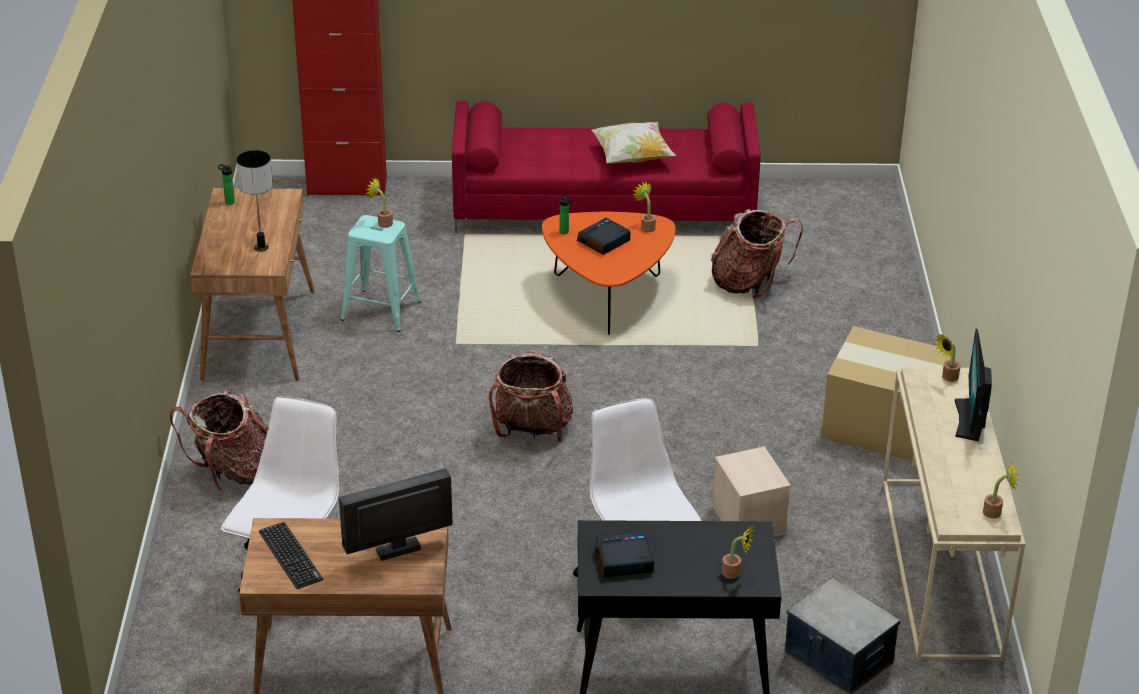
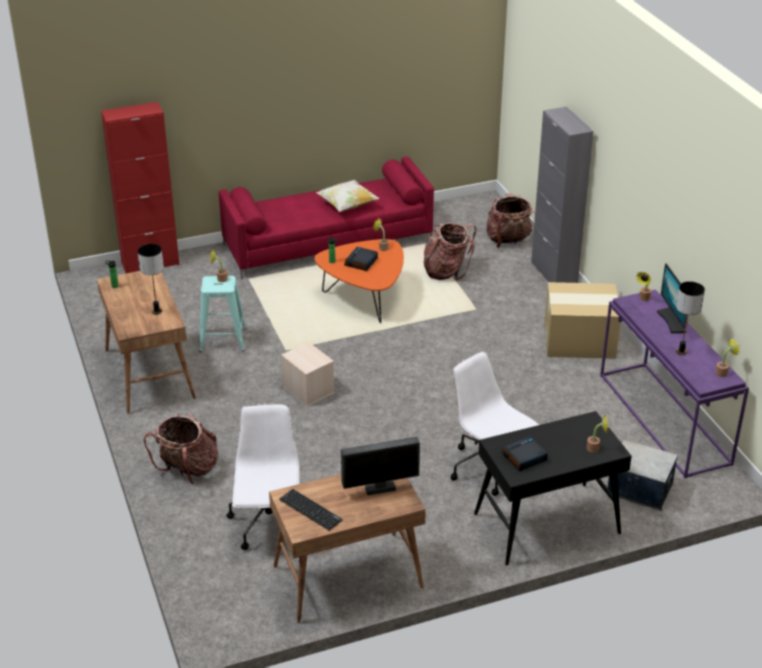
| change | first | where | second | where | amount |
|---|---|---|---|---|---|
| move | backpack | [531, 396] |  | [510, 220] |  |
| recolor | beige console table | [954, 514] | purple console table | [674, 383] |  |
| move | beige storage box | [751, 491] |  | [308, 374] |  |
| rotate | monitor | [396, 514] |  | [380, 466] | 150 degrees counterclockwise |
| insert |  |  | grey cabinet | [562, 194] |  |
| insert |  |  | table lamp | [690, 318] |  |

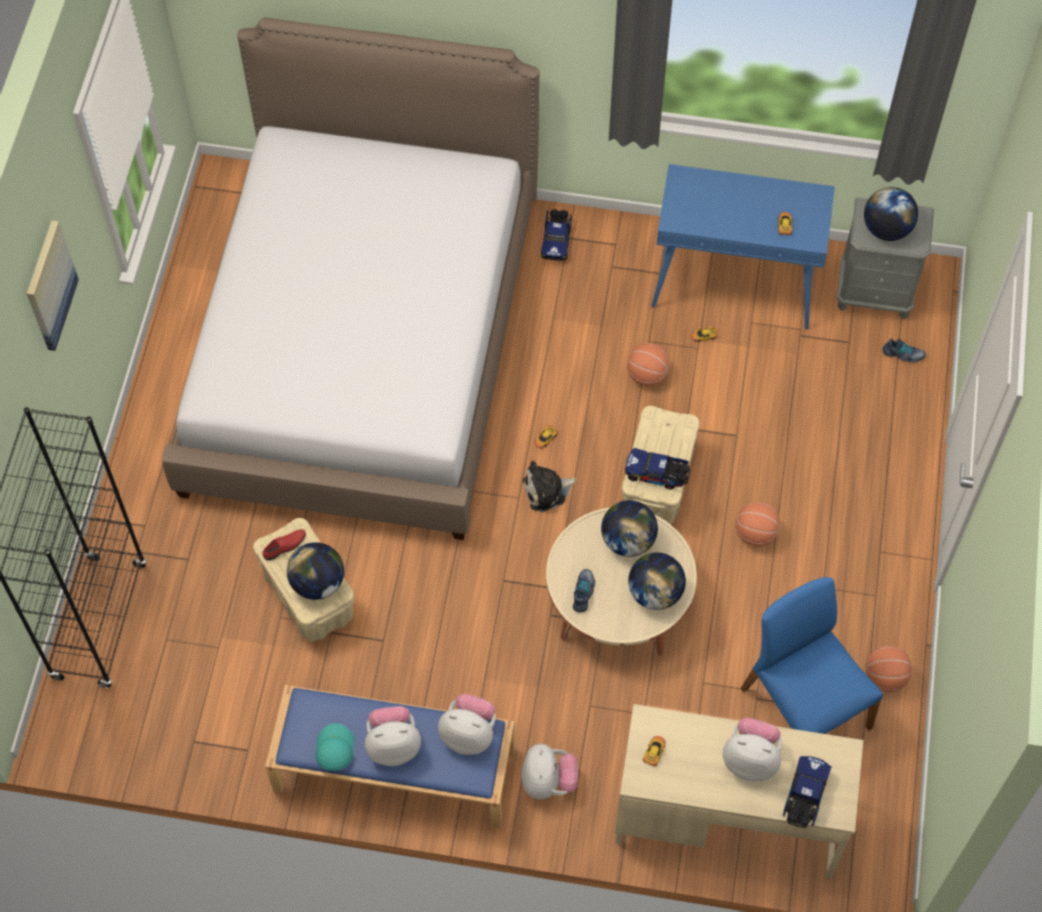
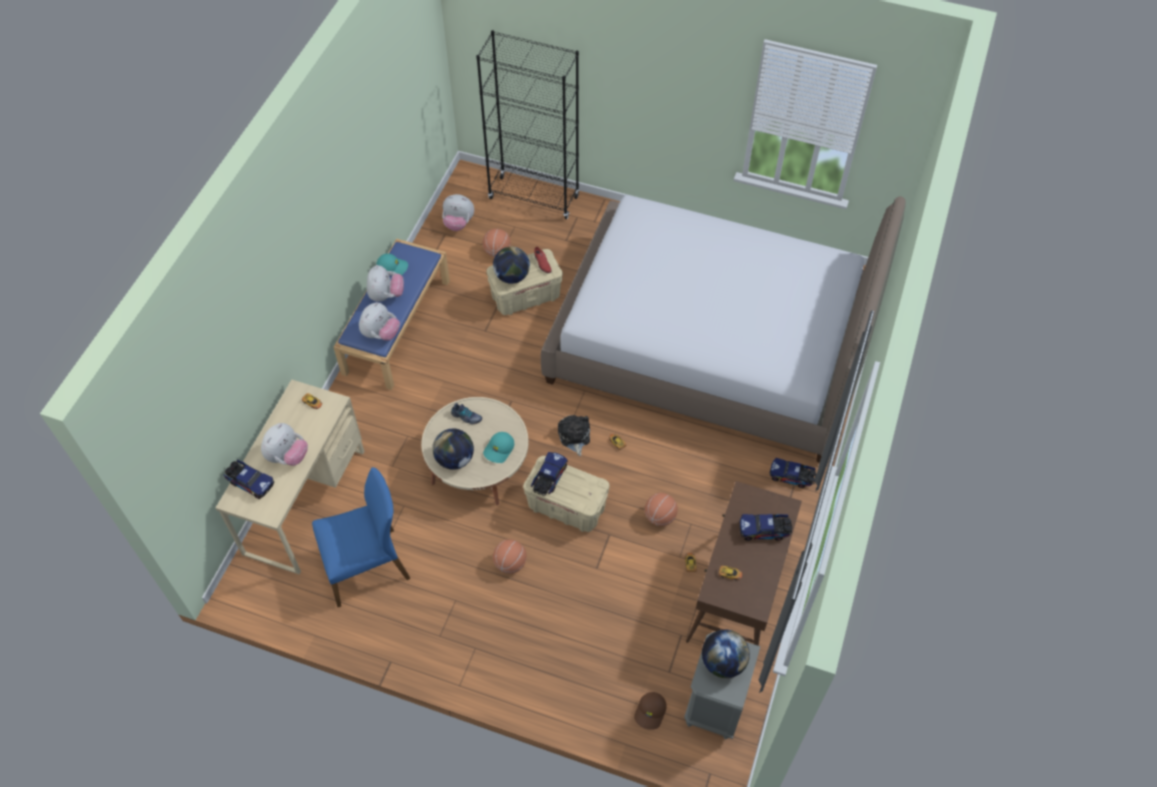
| change | first | where | second | where | amount |
|---|---|---|---|---|---|
| recolor | blue console table | [743, 246] | brown console table | [744, 573] |  |
| delete | picture | [52, 285] |  |  |  |
| replace | shoe | [904, 350] | brown cap | [650, 711] |  |
| replace | globe | [629, 528] | turquoise cap | [498, 447] |  |
| move | basketball | [888, 669] |  | [497, 243] |  |
| move | plush toy | [549, 771] |  | [458, 212] |  |
| insert |  |  | toy truck | [766, 527] |  |

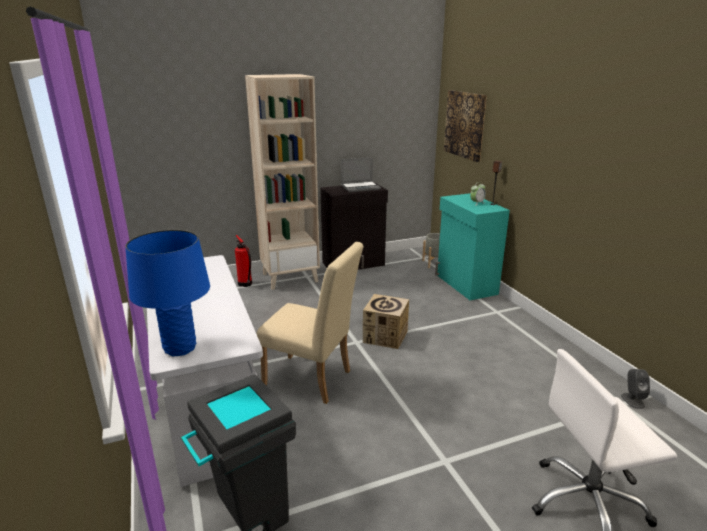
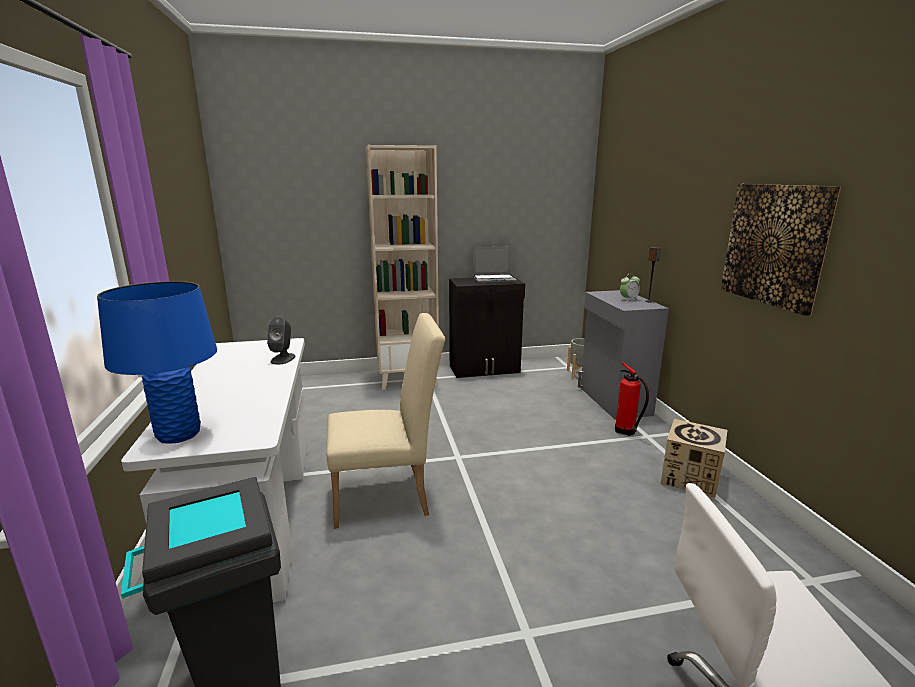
| change | first | where | second | where | amount |
|---|---|---|---|---|---|
| move | picture | [465, 126] |  | [781, 250] |  |
| recolor | turquoise cabinet | [472, 246] | grey cabinet | [623, 355] |  |
| move | fire extinguisher | [243, 261] |  | [632, 399] |  |
| rotate | beige chair | [310, 323] |  | [385, 421] | 45 degrees counterclockwise |
| move | cardboard box | [386, 321] |  | [694, 458] |  |
| move | grey speaker | [635, 389] |  | [281, 340] |  |

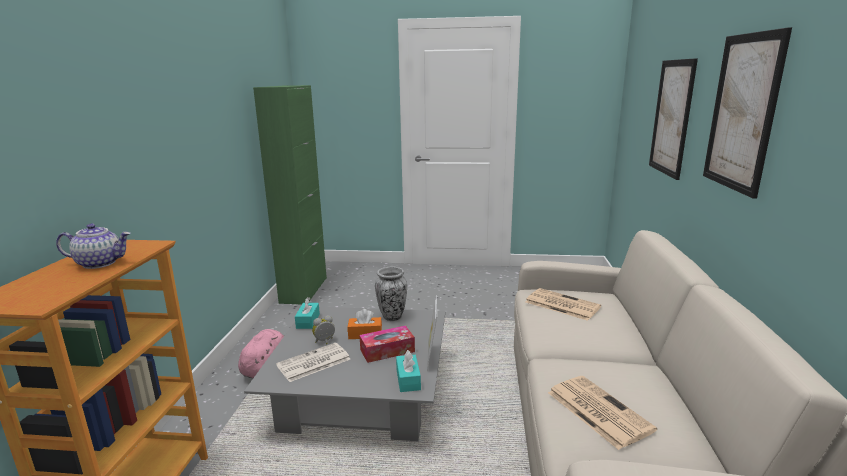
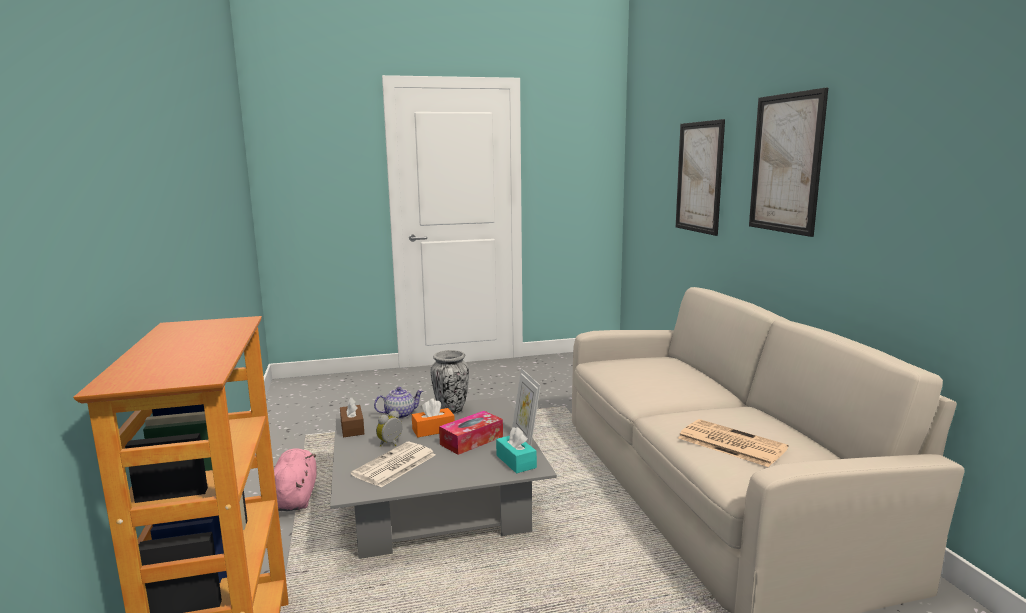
| change | first | where | second | where | amount |
|---|---|---|---|---|---|
| delete | green cabinet | [290, 194] |  |  |  |
| move | teapot | [93, 246] |  | [398, 403] |  |
| delete | newspaper | [563, 304] |  |  |  |
| recolor | turquoise tissue box | [307, 313] | brown tissue box | [352, 417] |  |

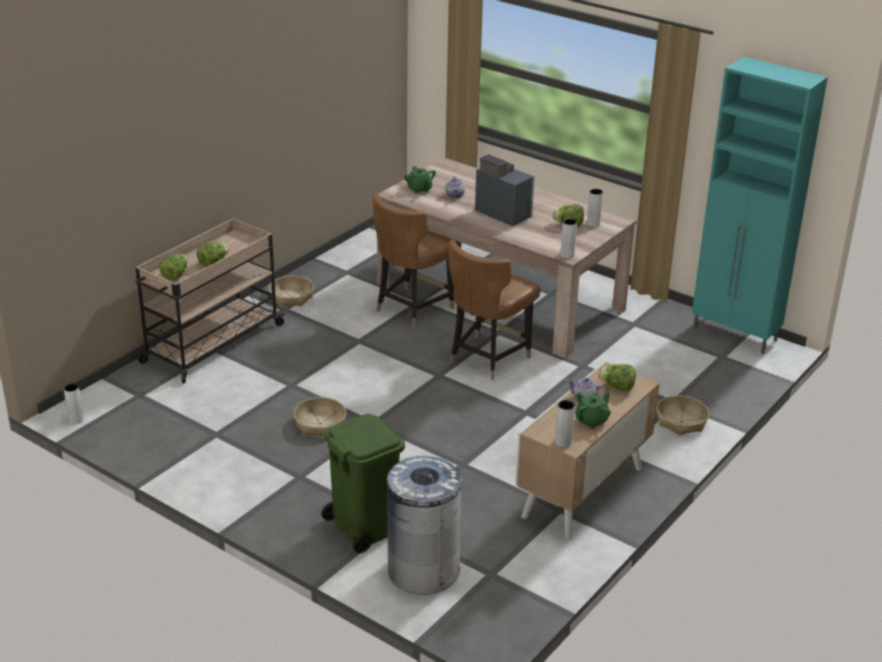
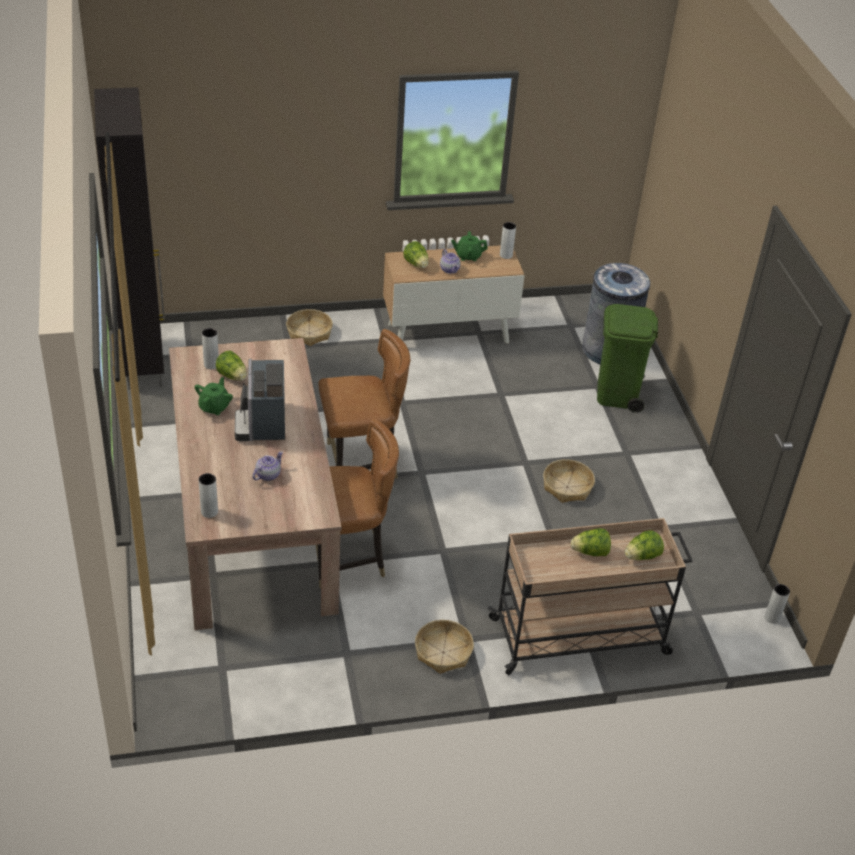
| change | first | where | second | where | amount |
|---|---|---|---|---|---|
| recolor | turquoise cabinet | [760, 205] | black cabinet | [129, 238] |  |
| move | green teapot | [420, 180] |  | [214, 396] |  |
| move | grey vase | [569, 238] |  | [208, 495] |  |

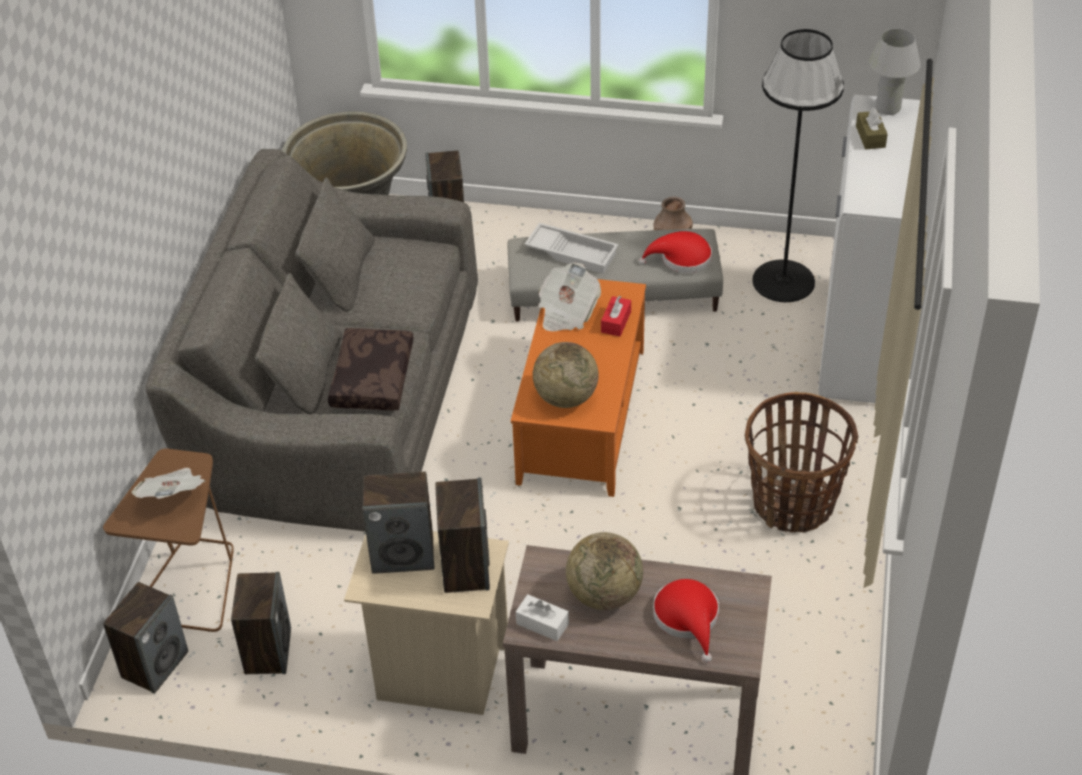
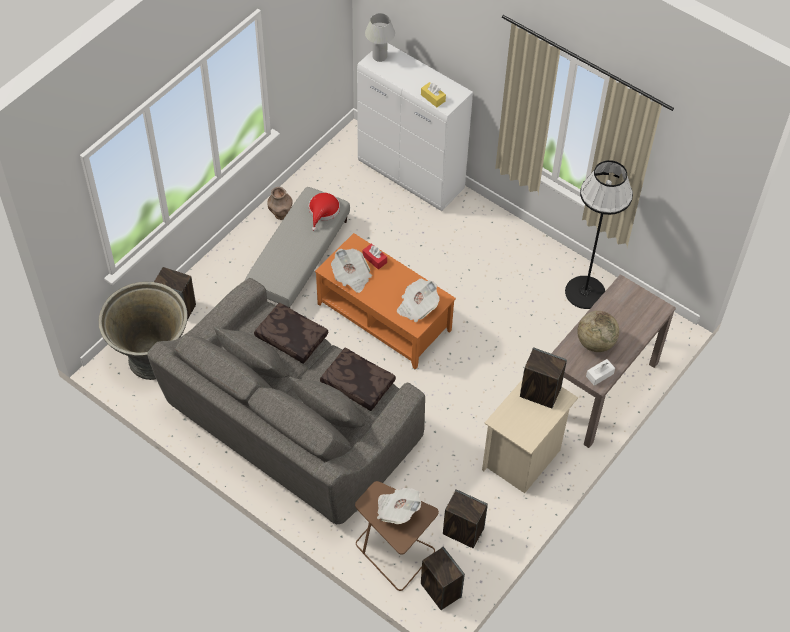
| change | first | where | second | where | amount |
|---|---|---|---|---|---|
| move | black floor lamp | [798, 165] |  | [599, 234] |  |
| delete | brown tissue box | [872, 128] |  |  |  |
| delete | white tray | [571, 248] |  |  |  |
| replace | globe | [566, 375] | newspaper | [418, 300] |  |
| delete | basket | [801, 462] |  |  |  |
| delete | speaker | [398, 523] |  |  |  |
| delete | red hat | [686, 621] |  |  |  |
| insert |  |  | yellow tissue box | [433, 94] |  |
| insert |  |  | brown pillow | [291, 333] |  |

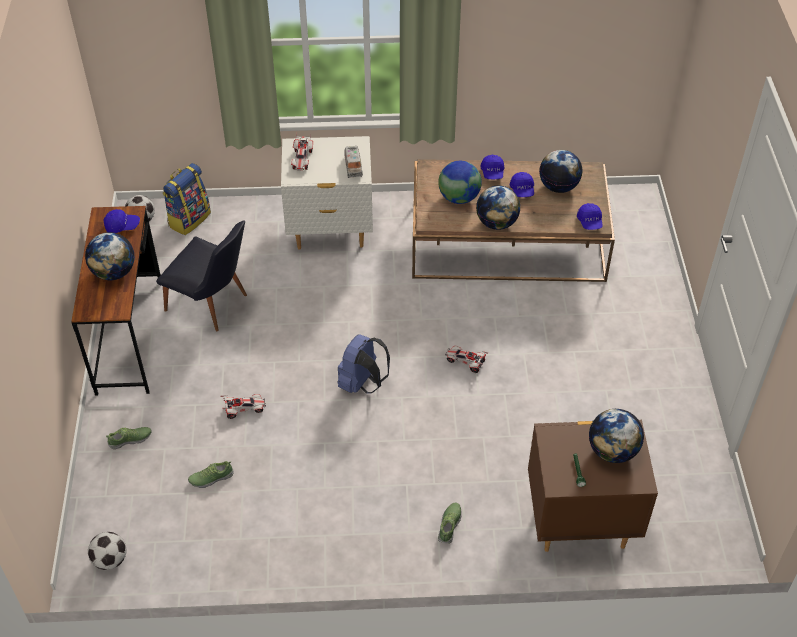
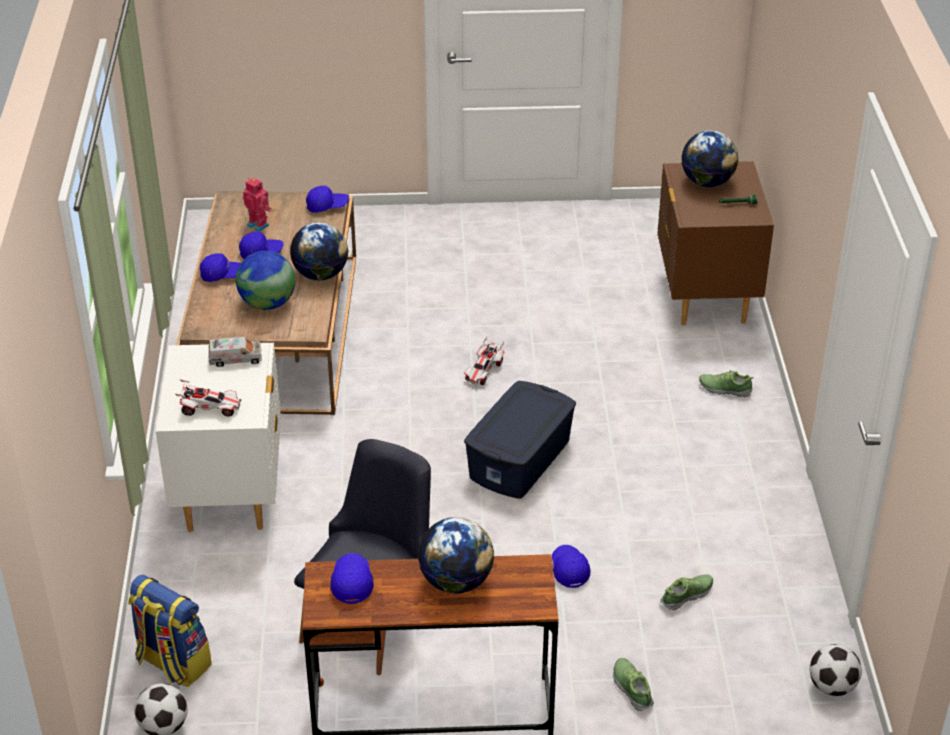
| change | first | where | second | where | amount |
|---|---|---|---|---|---|
| replace | globe | [560, 171] | toy robot | [257, 204] |  |
| replace | blue backpack | [364, 363] | blue storage box | [520, 440] |  |
| replace | toy car | [243, 406] | blue cap | [571, 566] |  |
| rotate | shoe | [211, 474] |  | [686, 592] | 105 degrees counterclockwise |

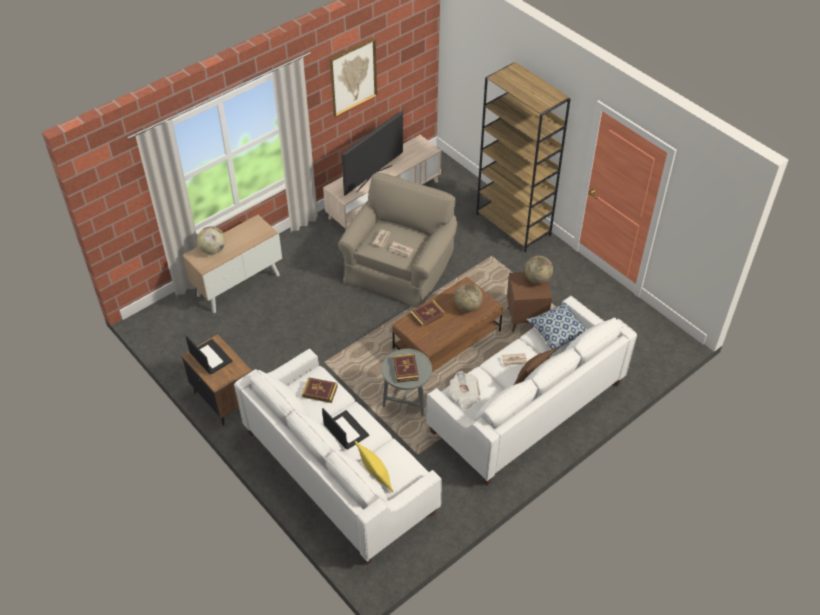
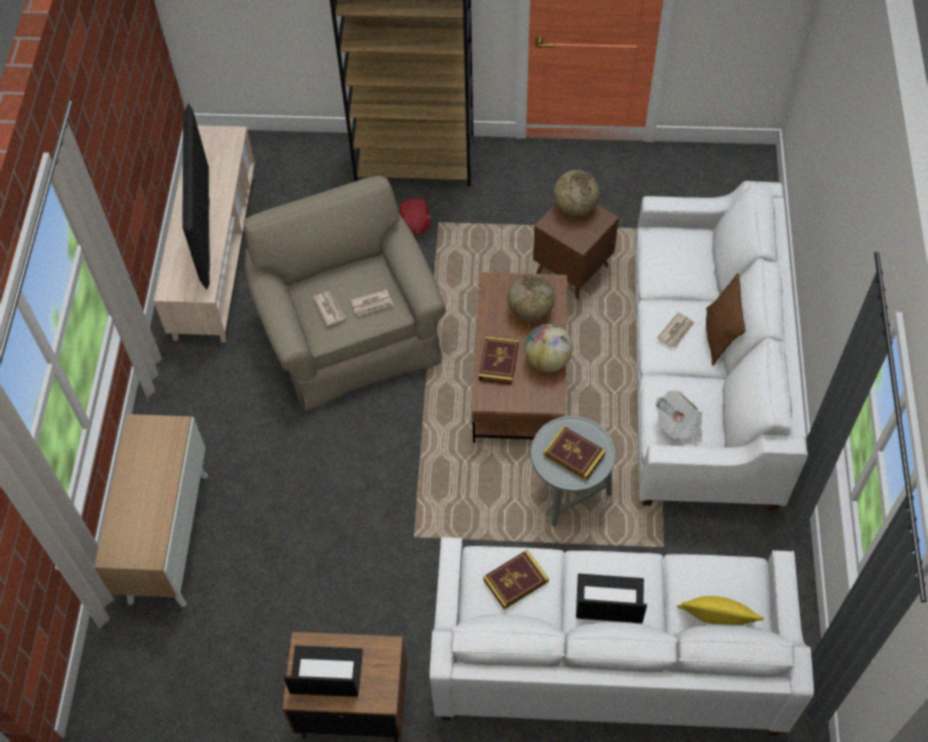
| change | first | where | second | where | amount |
|---|---|---|---|---|---|
| delete | picture | [353, 77] |  |  |  |
| move | globe | [211, 240] |  | [548, 348] |  |
| delete | pillow | [557, 327] |  |  |  |
| insert |  |  | red plush toy | [416, 216] |  |

